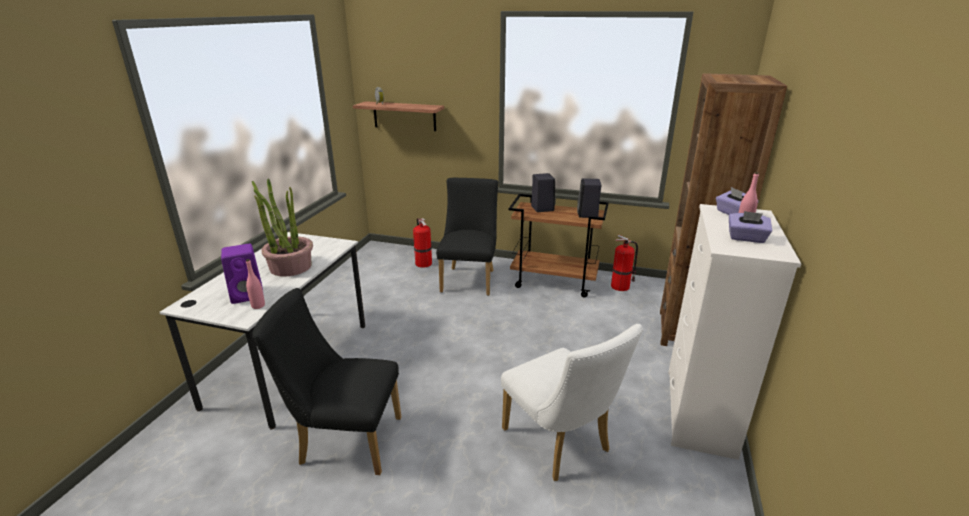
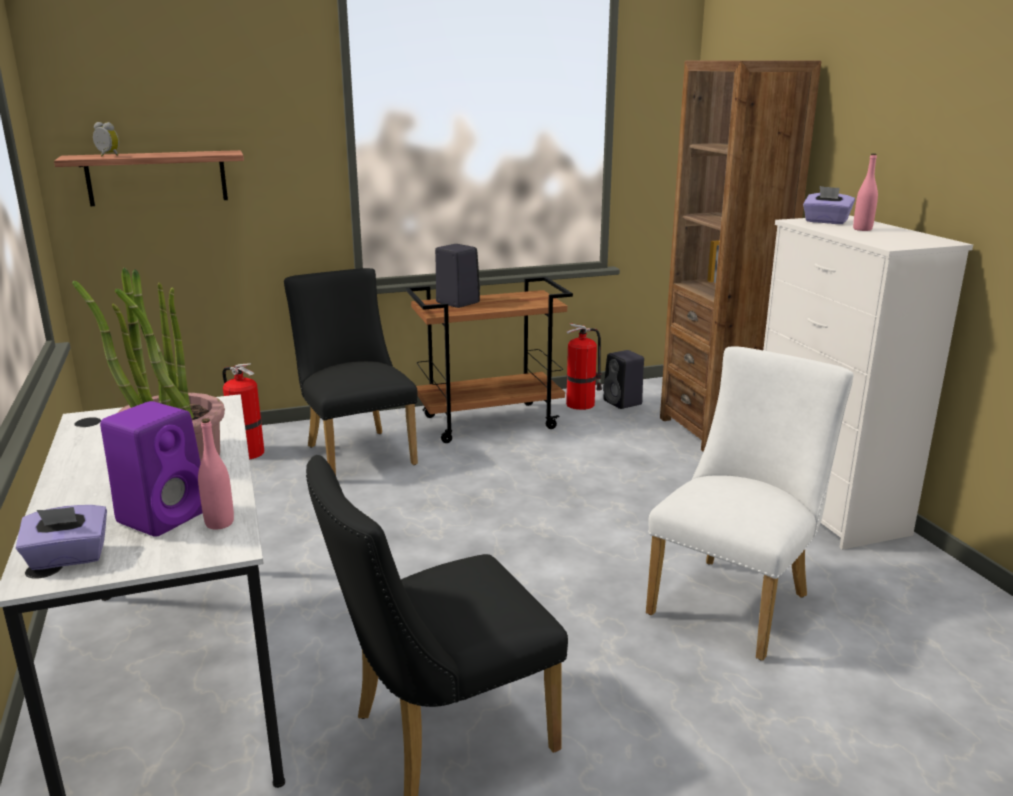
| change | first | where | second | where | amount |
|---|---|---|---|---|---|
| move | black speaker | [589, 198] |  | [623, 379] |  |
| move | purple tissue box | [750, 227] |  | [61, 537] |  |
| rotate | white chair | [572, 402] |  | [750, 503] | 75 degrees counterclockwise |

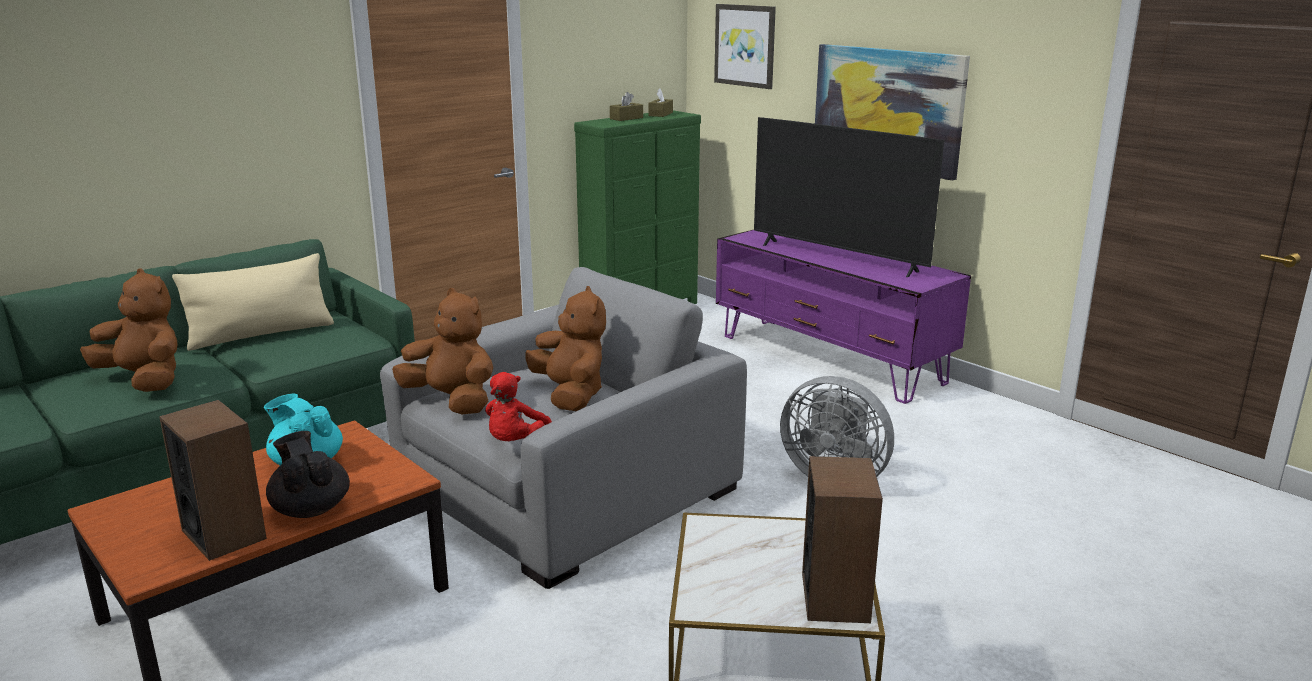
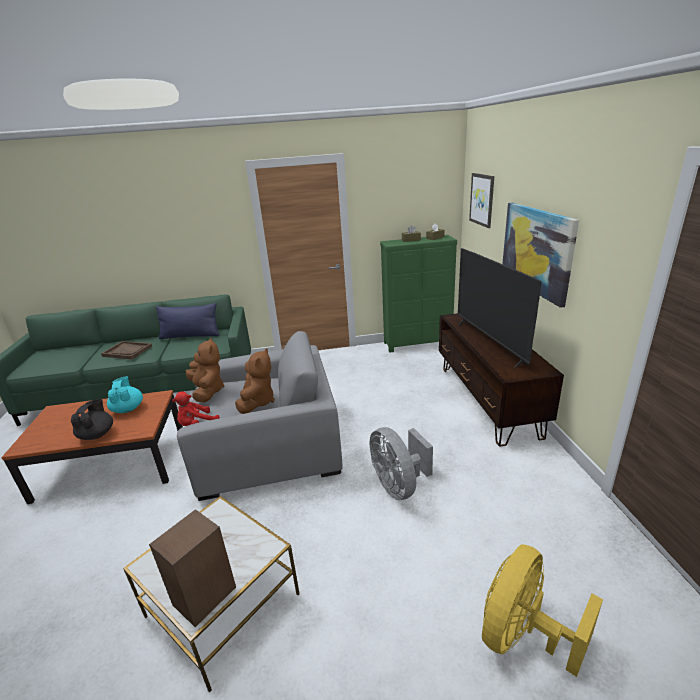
| change | first | where | second | where | amount |
|---|---|---|---|---|---|
| recolor | purple tv stand | [843, 317] | brown tv stand | [501, 380] |  |
| recolor | beige pillow | [253, 302] | blue pillow | [188, 321] |  |
| replace | brown plush toy | [129, 330] | brown tray | [126, 350] |  |
| delete | speaker | [213, 480] |  |  |  |
| insert |  |  | yellow fan | [542, 610] |  |

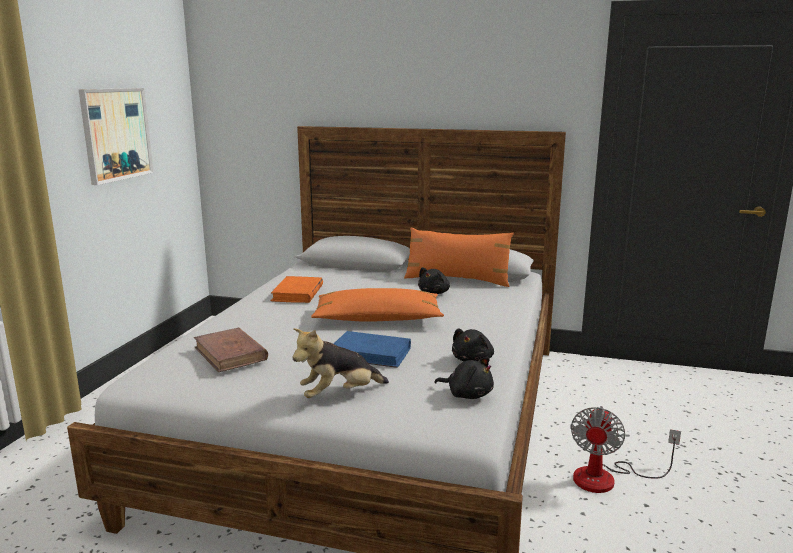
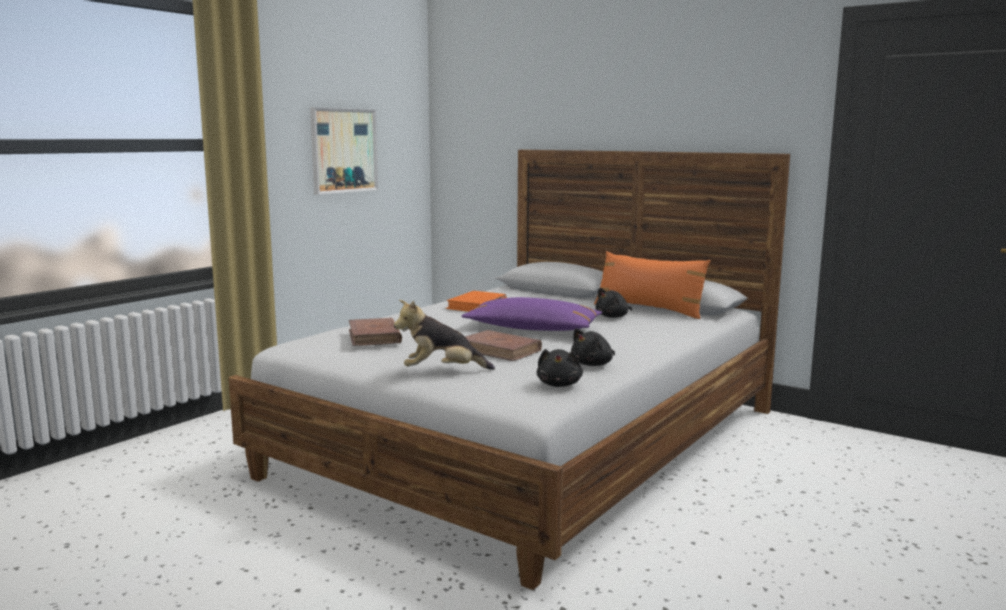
| change | first | where | second | where | amount |
|---|---|---|---|---|---|
| recolor | orange pillow | [377, 305] | purple pillow | [531, 314] |  |
| recolor | blue book | [372, 349] | brown book | [503, 345] |  |
| rotate | black plush toy | [464, 378] |  | [559, 368] | 45 degrees clockwise |
| delete | fan | [625, 449] |  |  |  |

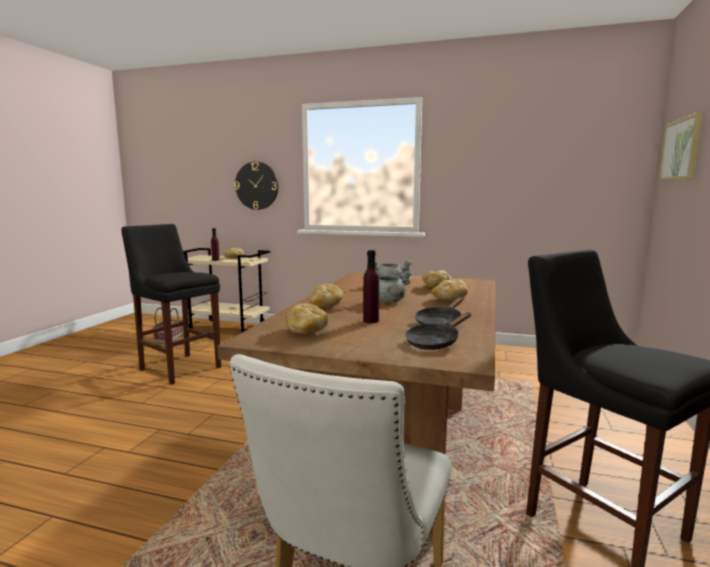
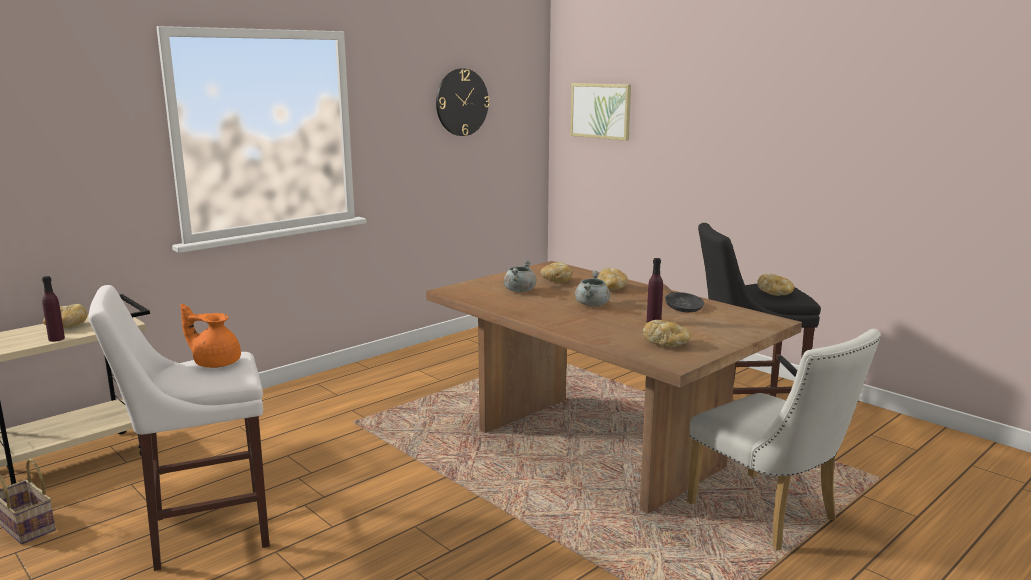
| change | first | where | second | where | amount |
|---|---|---|---|---|---|
| move | wall clock | [256, 186] |  | [463, 102] |  |
| recolor | black stool | [171, 304] | white stool | [179, 428] |  |
| move | bread | [326, 296] |  | [775, 285] |  |
| delete | black frying pan | [438, 331] |  |  |  |
| insert |  |  | orange teapot | [210, 336] |  |

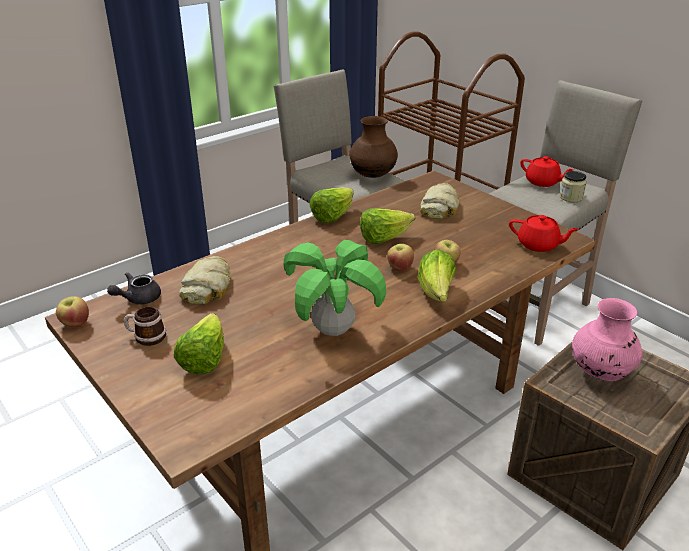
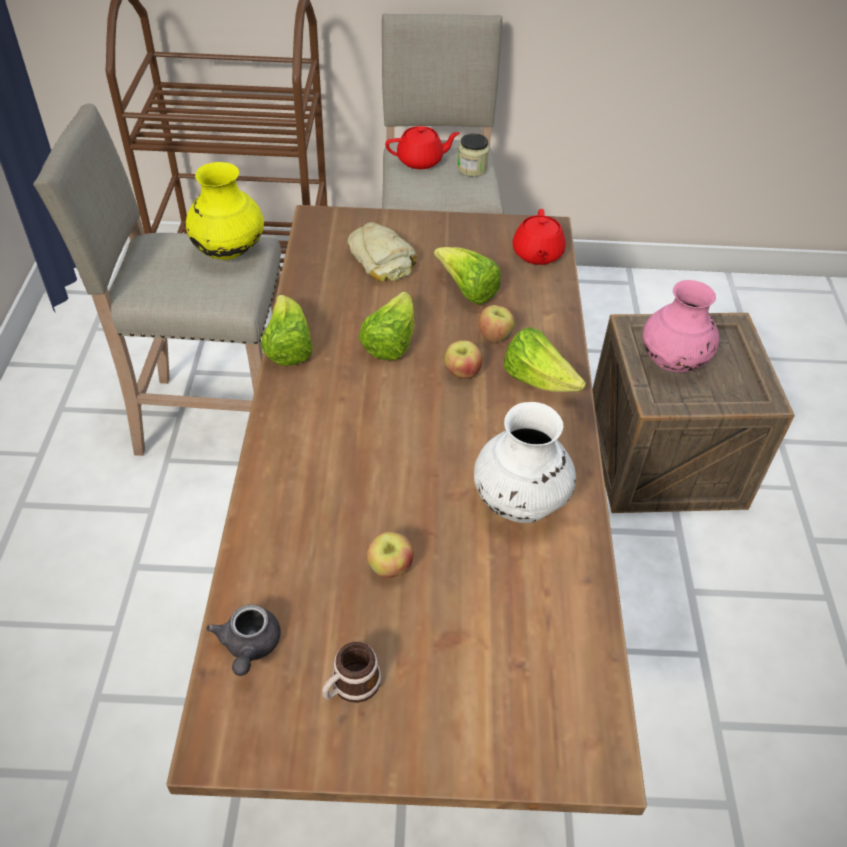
| change | first | where | second | where | amount |
|---|---|---|---|---|---|
| recolor | brown vase | [373, 147] | yellow vase | [225, 211] |  |
| rotate | red teapot | [544, 233] |  | [539, 237] | 120 degrees clockwise |
| replace | potted plant | [335, 288] | white vase | [525, 462] |  |
| delete | bread | [205, 280] |  |  |  |
| move | apple | [72, 311] |  | [390, 555] |  |
| move | lettuce | [199, 343] |  | [467, 276] |  |

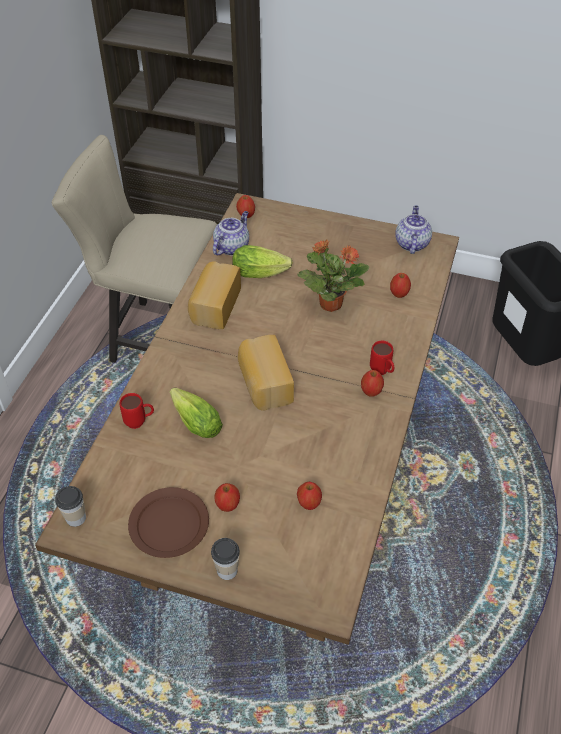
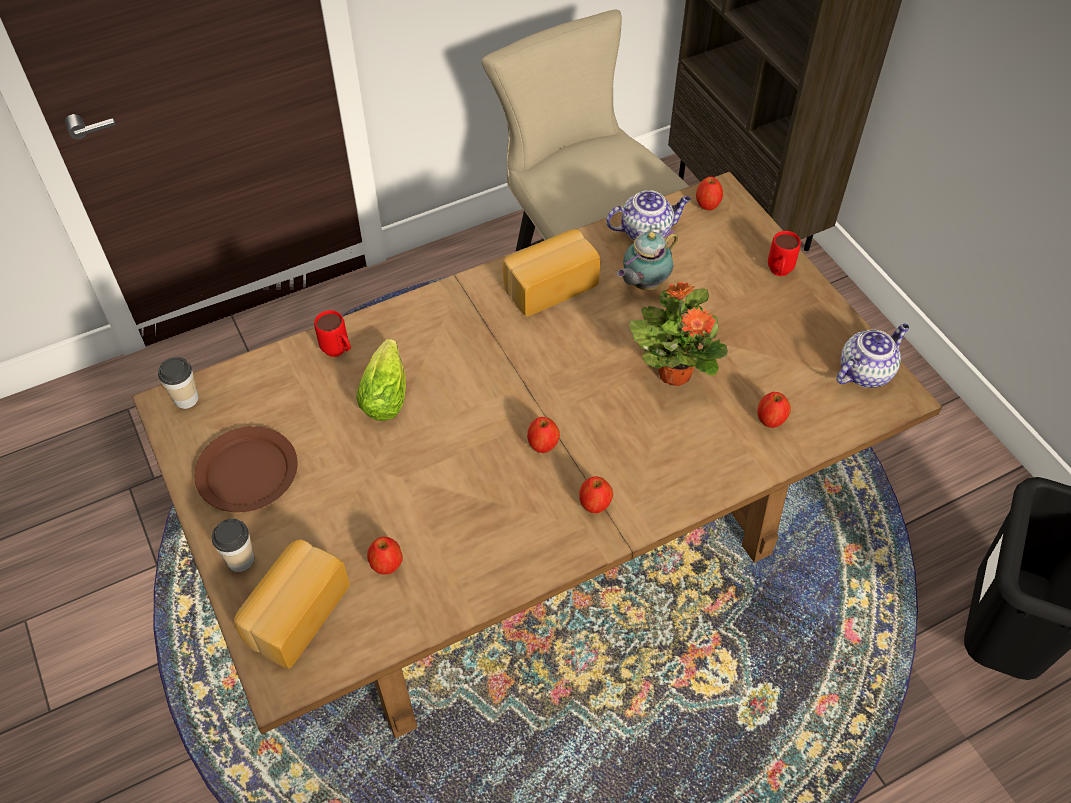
| change | first | where | second | where | amount |
|---|---|---|---|---|---|
| replace | lettuce | [262, 261] | teapot | [647, 259] |  |
| move | bread | [266, 372] |  | [292, 604] |  |
| move | red mug | [382, 358] |  | [784, 253] |  |
| move | apple | [227, 497] |  | [543, 435] |  |

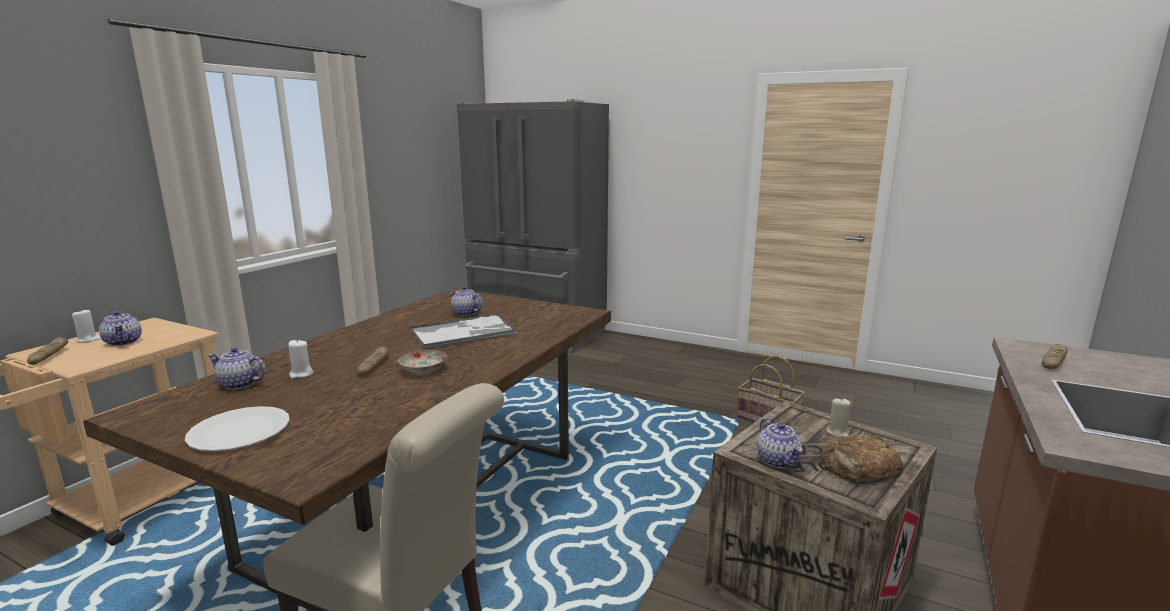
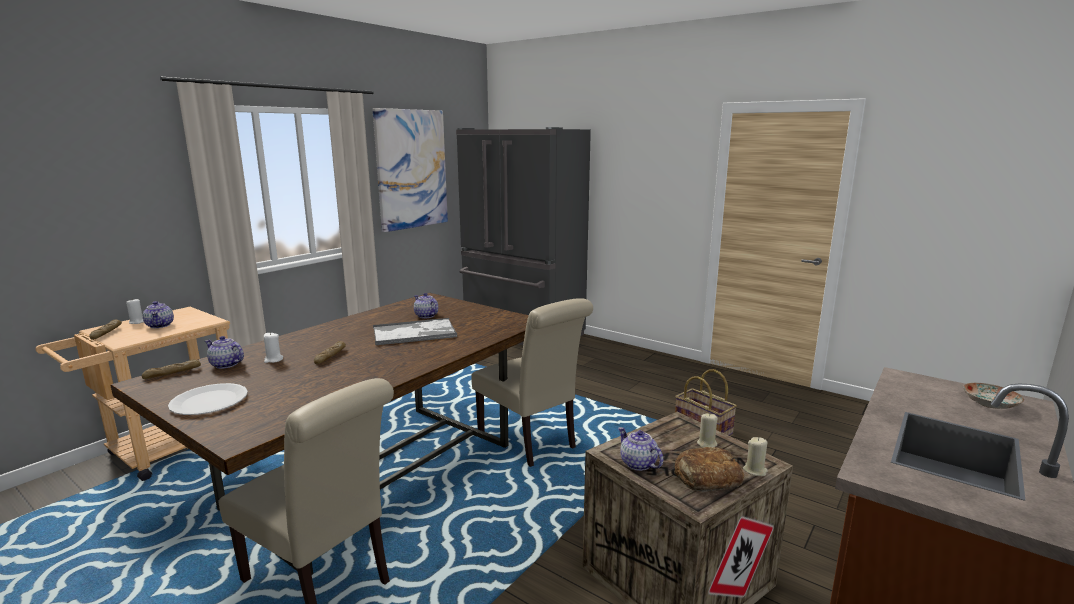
| change | first | where | second | where | amount |
|---|---|---|---|---|---|
| move | bread | [1055, 356] |  | [171, 369] |  |
| move | plate | [422, 361] |  | [993, 396] |  |
| rotate | teapot | [780, 443] |  | [640, 449] | 150 degrees clockwise |
| insert |  |  | picture | [410, 170] |  |
| insert |  |  | beige chair | [532, 382] |  |
| insert |  |  | beige candle | [755, 456] |  |

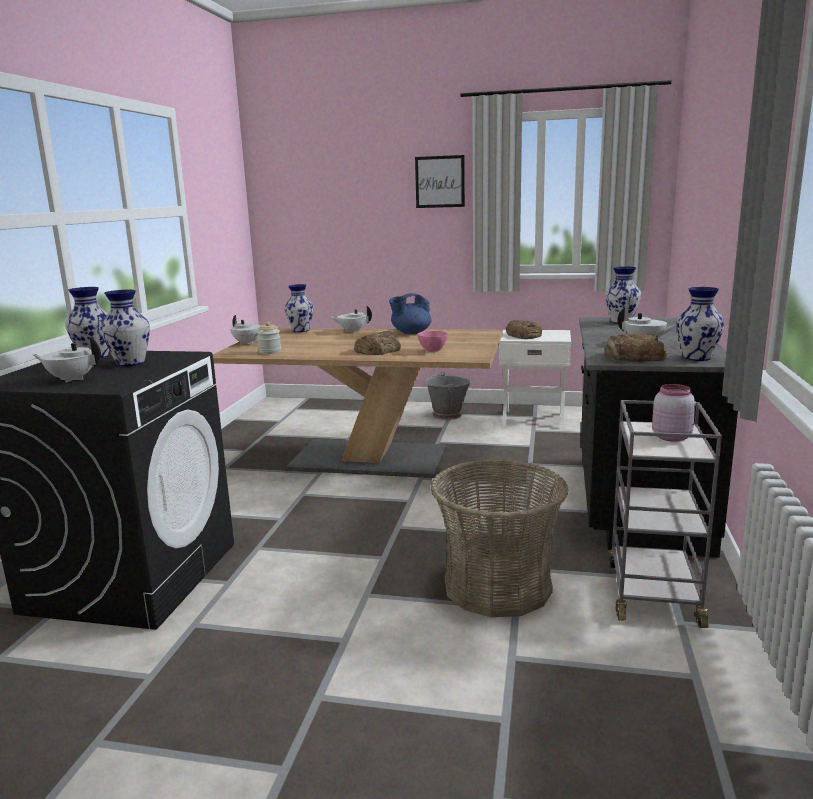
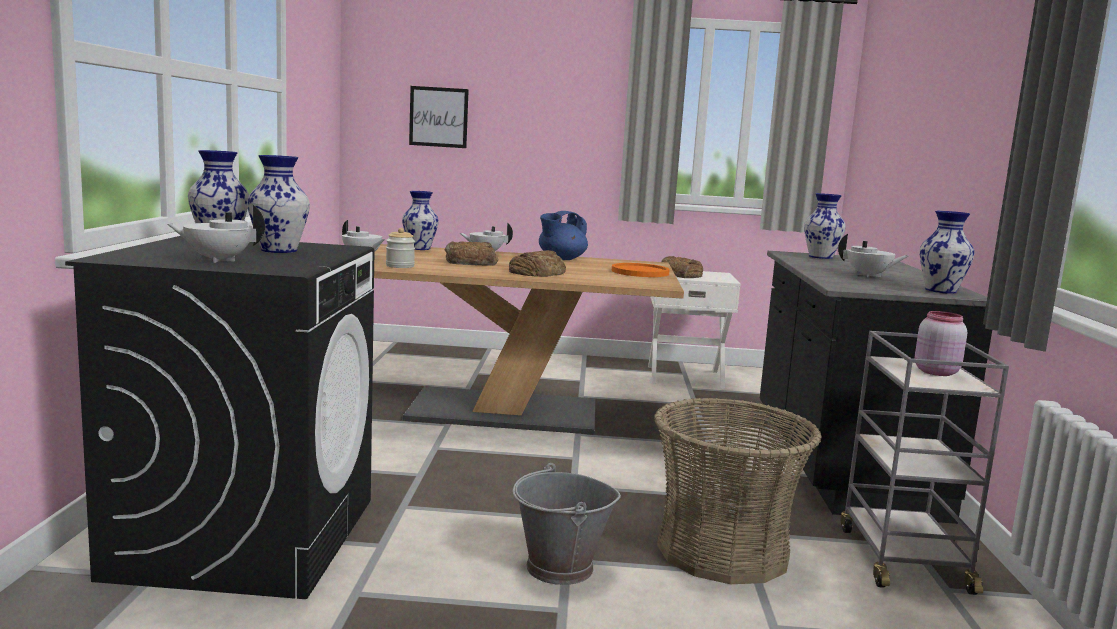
| change | first | where | second | where | amount |
|---|---|---|---|---|---|
| move | picture | [440, 181] |  | [439, 117] |  |
| delete | pink bowl | [432, 341] |  |  |  |
| move | bread | [636, 348] |  | [471, 253] |  |
| move | grey bucket | [447, 395] |  | [566, 524] |  |
| insert |  |  | orange plate | [641, 270] |  |

